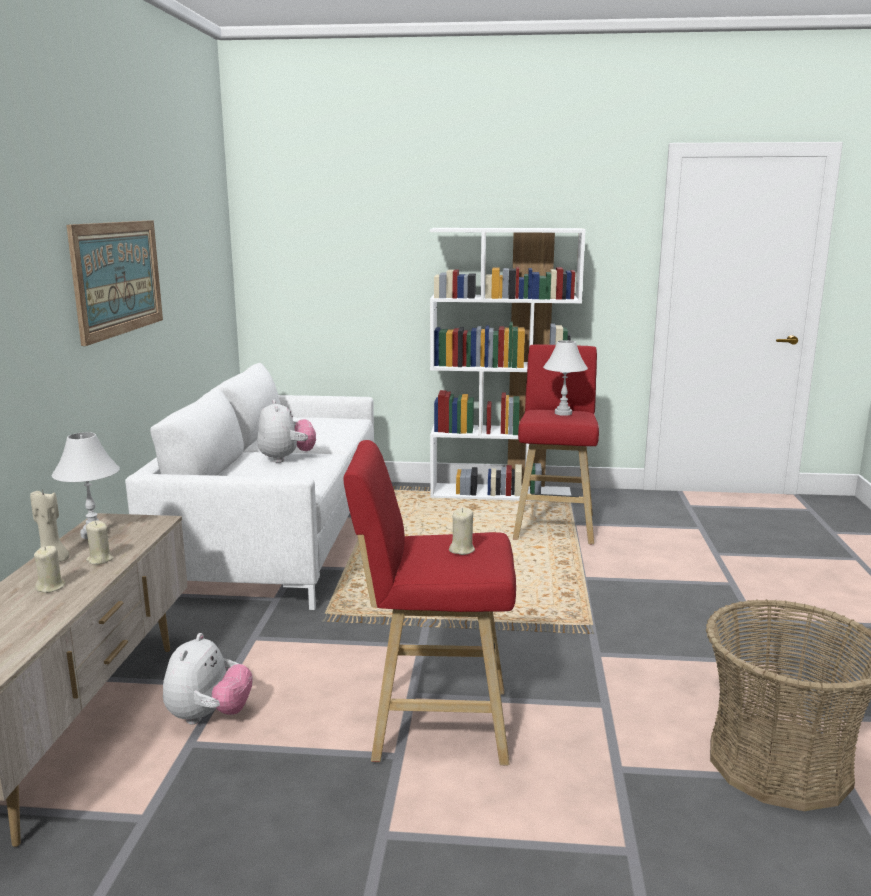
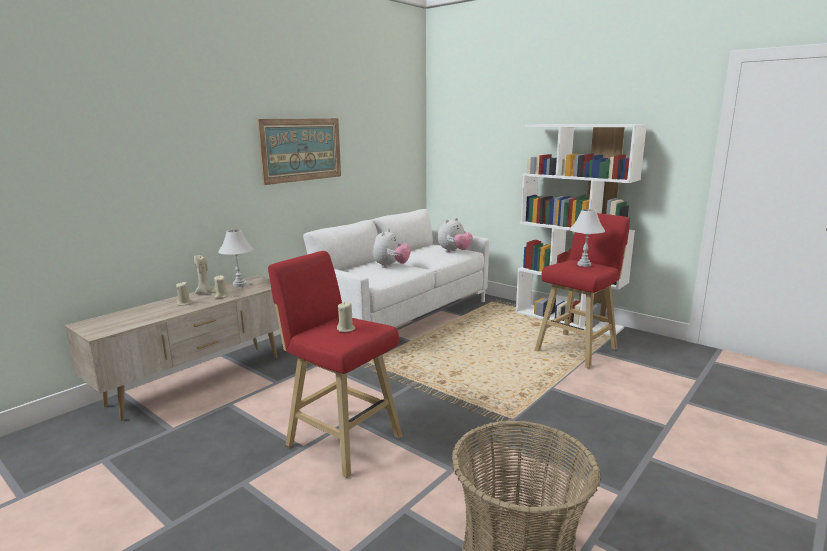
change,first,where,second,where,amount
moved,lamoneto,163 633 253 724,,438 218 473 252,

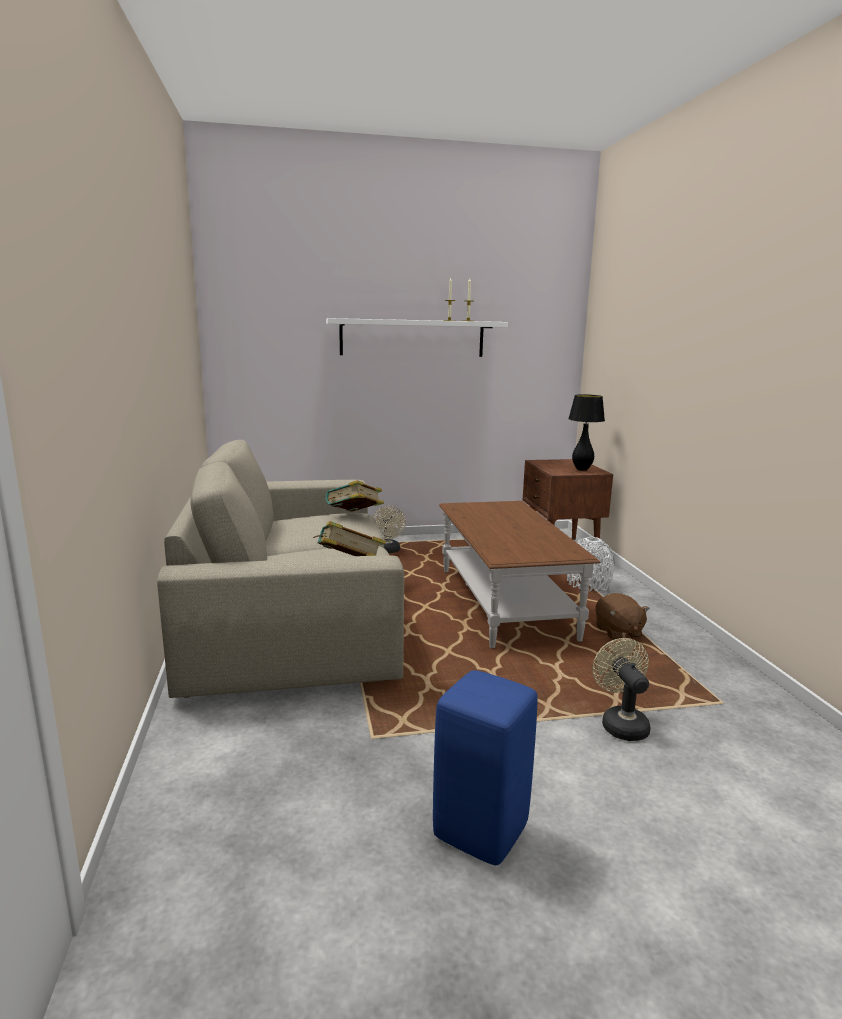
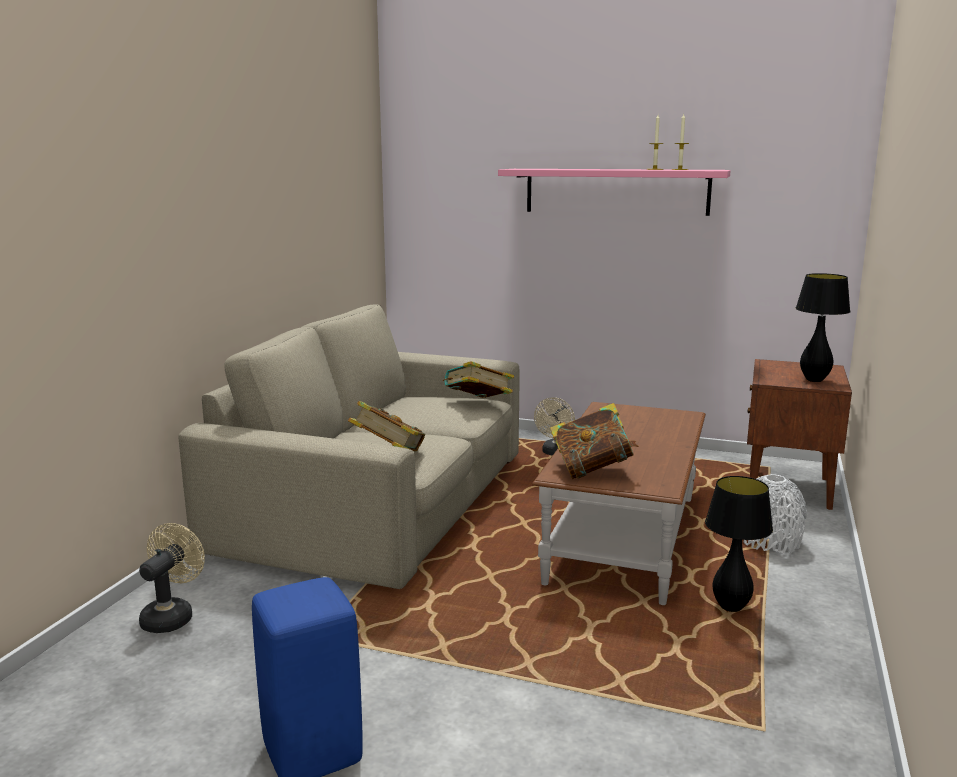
change,first,where,second,where,amount
added,,,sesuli,550 403 639 479,
moved,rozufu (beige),593 638 651 741,,139 523 205 633,
replaced,lamoneto (brown),595 593 650 640,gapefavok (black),705 476 773 612,
recoloured,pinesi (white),326 318 508 357,pinesi (pink),498 169 731 216,

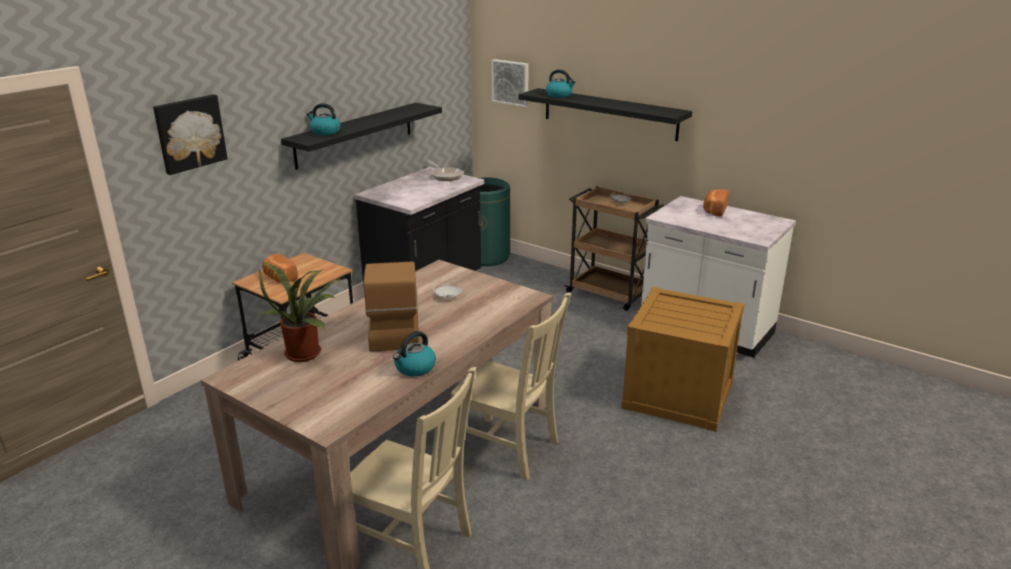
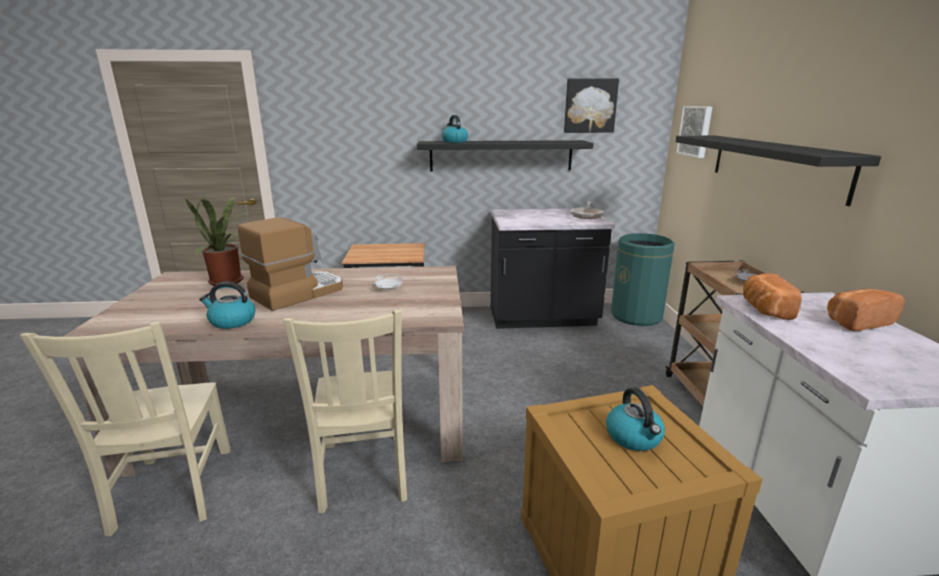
change,first,where,second,where,amount
moved,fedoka,153 94 228 175,,564 78 619 133,
moved,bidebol,262 253 298 283,,743 273 802 320,
moved,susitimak,546 69 576 98,,606 387 665 451,

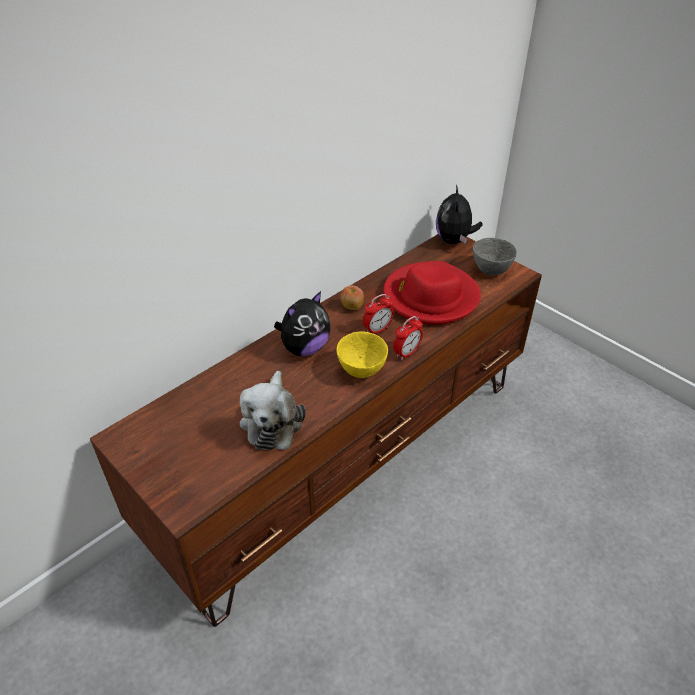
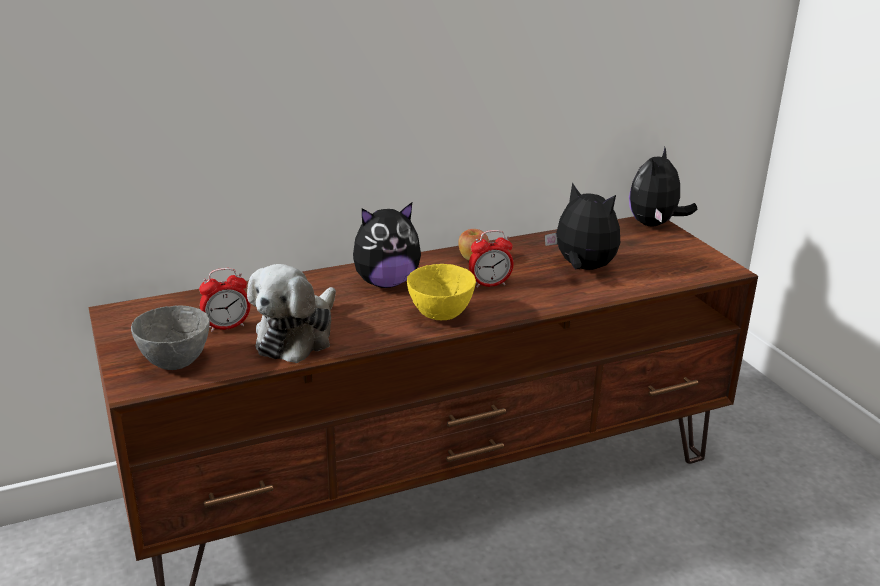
change,first,where,second,where,amount
moved,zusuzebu,393 316 423 360,,199 268 250 332,
moved,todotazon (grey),473 238 517 276,,131 305 210 370,
replaced,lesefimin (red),383 261 481 325,lamoneto,545 183 620 270,

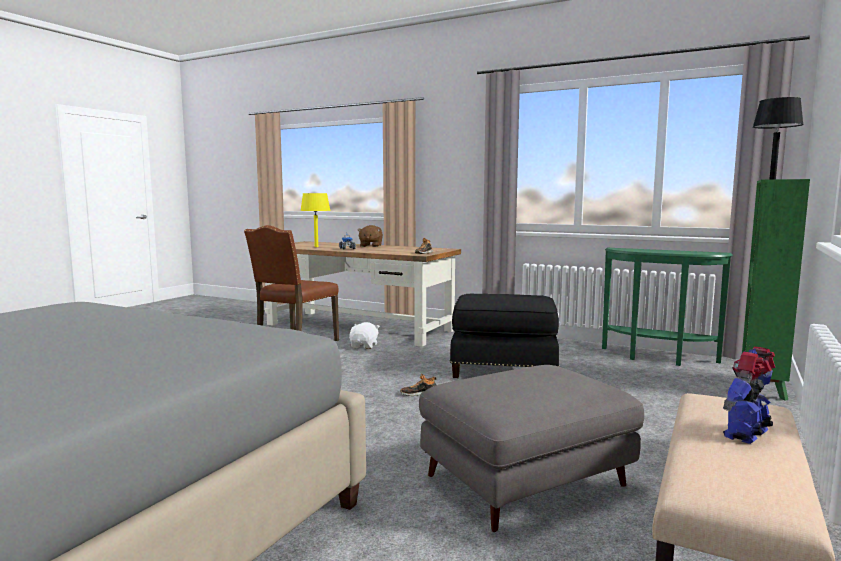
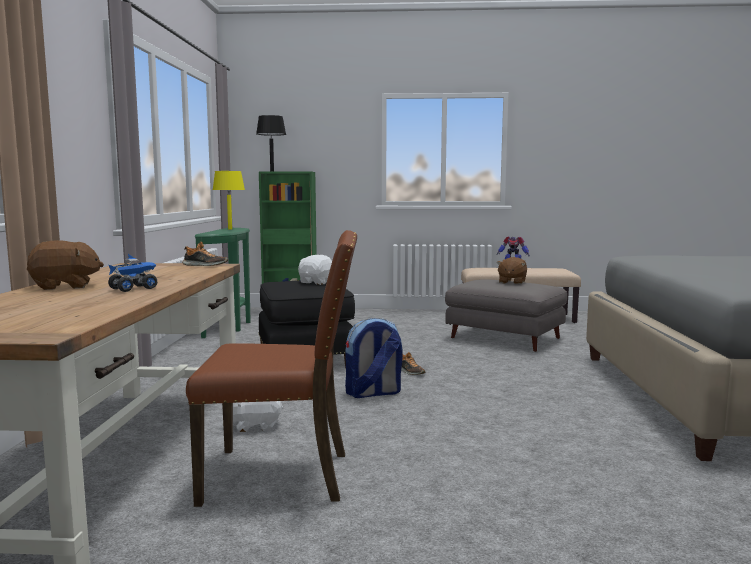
change,first,where,second,where,amount
added,,,lamoneto (white),298 255 333 285,
added,,,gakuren,345 318 403 398,
added,,,lamoneto (brown),496 257 527 284,
moved,gapefavok (yellow),300 193 331 247,,213 171 245 229,

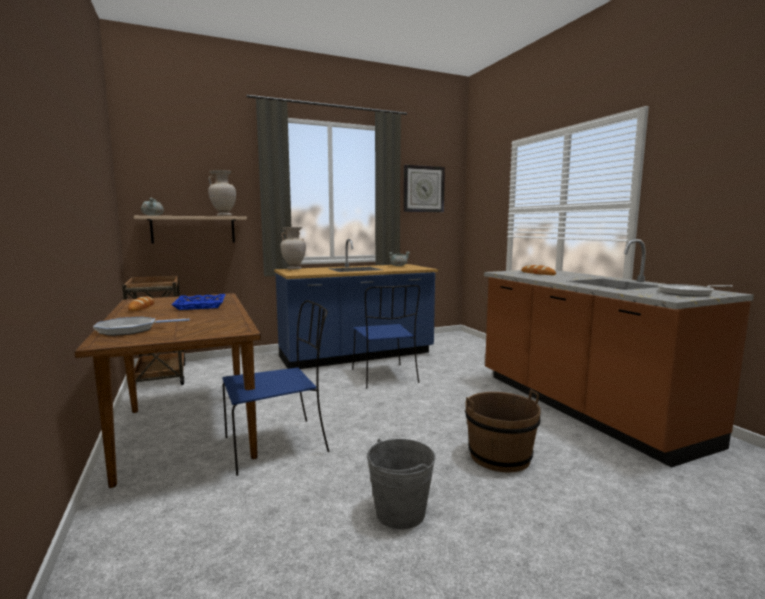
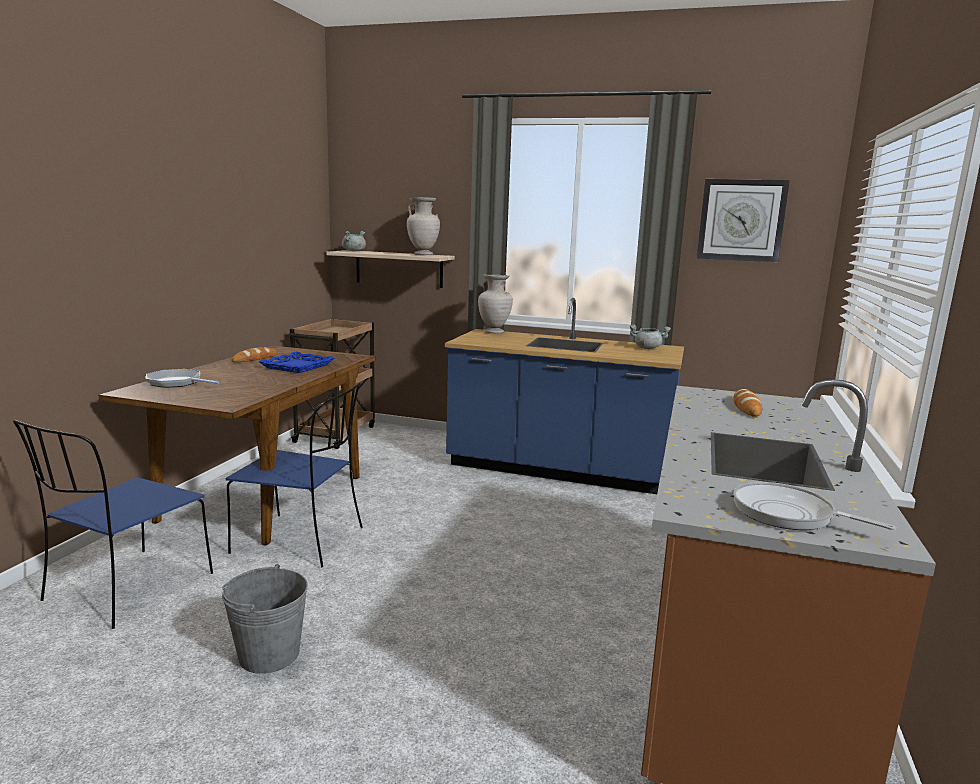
change,first,where,second,where,amount
removed,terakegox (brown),465 389 541 473,,,
moved,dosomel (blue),352 285 420 388,,13 420 213 629,

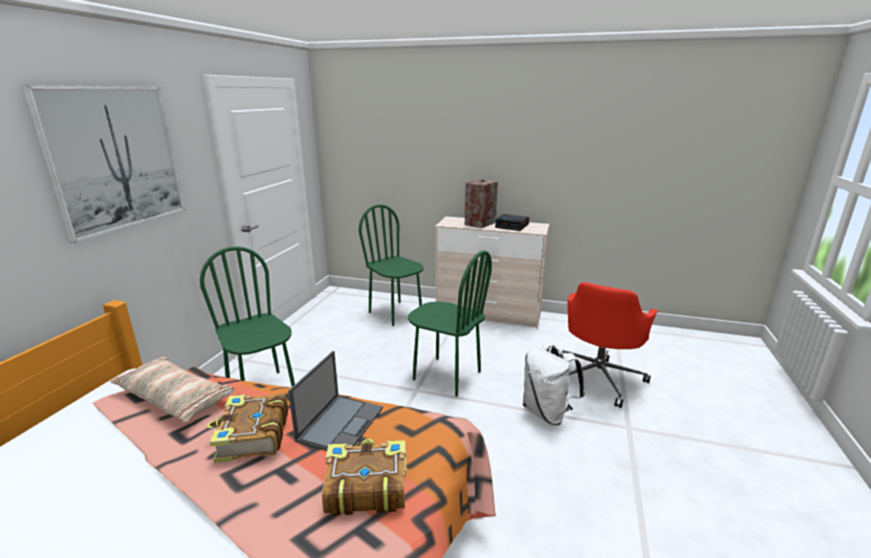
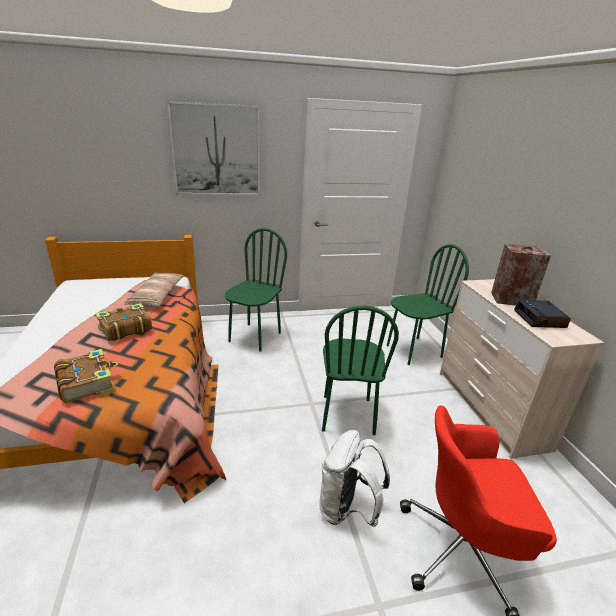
change,first,where,second,where,amount
removed,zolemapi,288 351 383 451,,,
turned,dosomel (green),359 204 424 326,,387 244 469 365,45 degrees clockwise

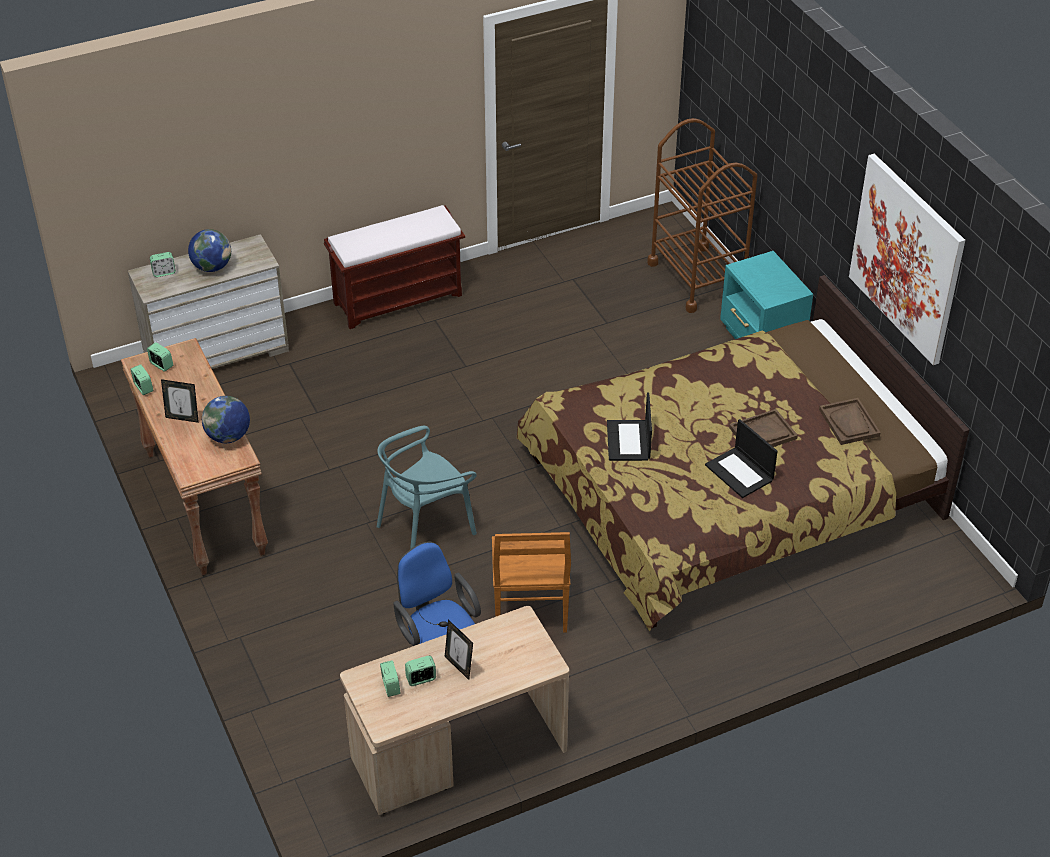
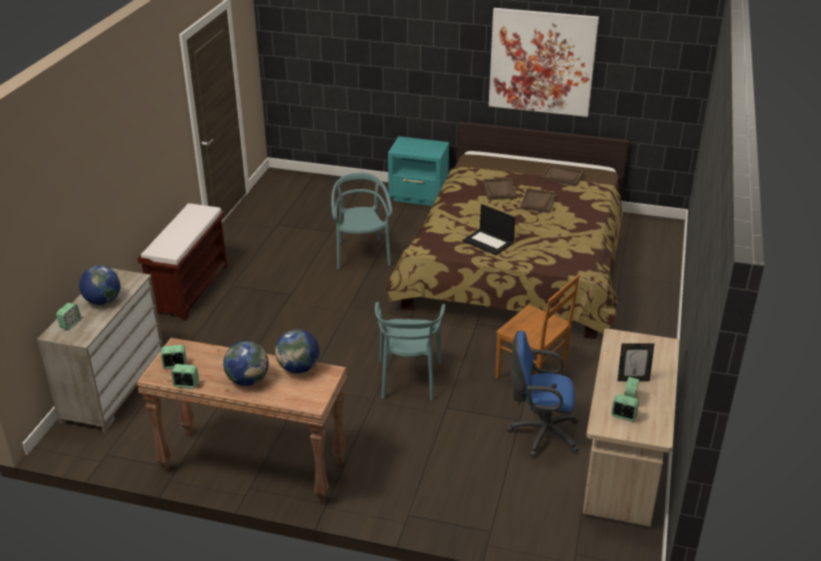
change,first,where,second,where,amount
removed,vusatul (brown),647 118 757 313,,,
removed,zolemapi,705 419 778 498,,,
added,,,dosomel (turquoise),331 173 392 270,
added,,,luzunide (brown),483 178 517 200,
replaced,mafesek,161 379 199 423,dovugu,223 341 269 386,

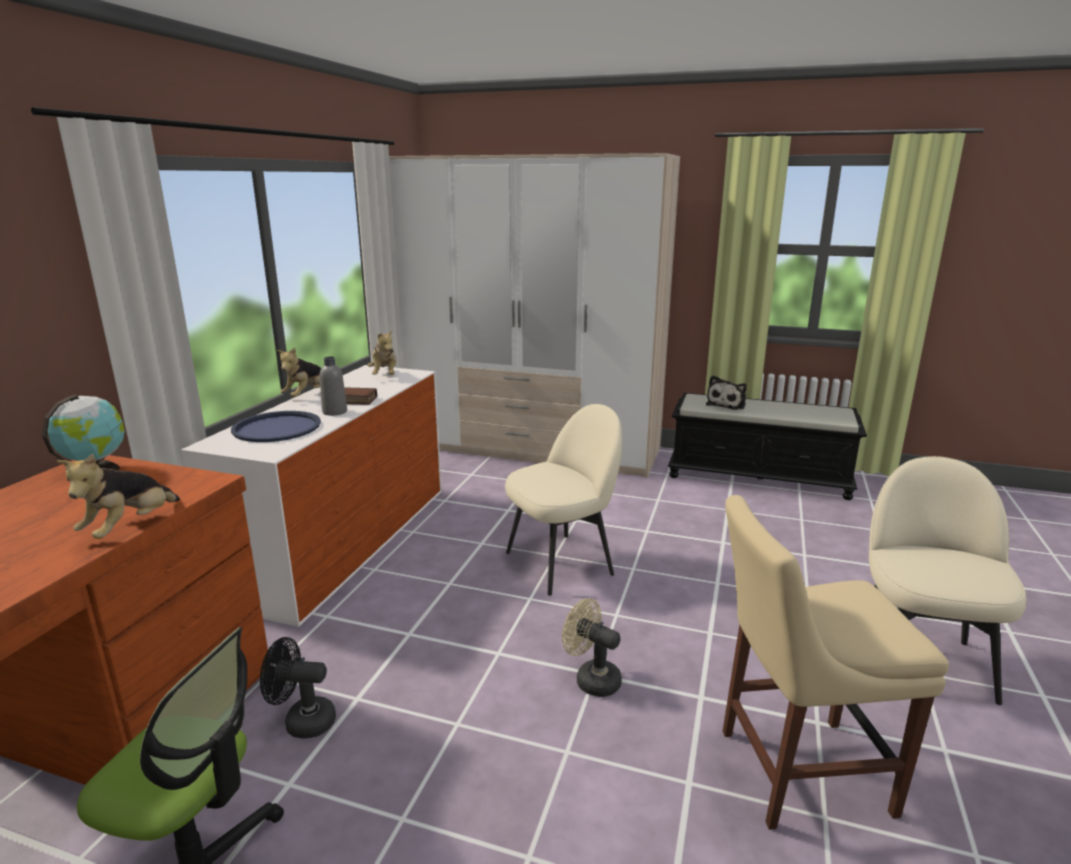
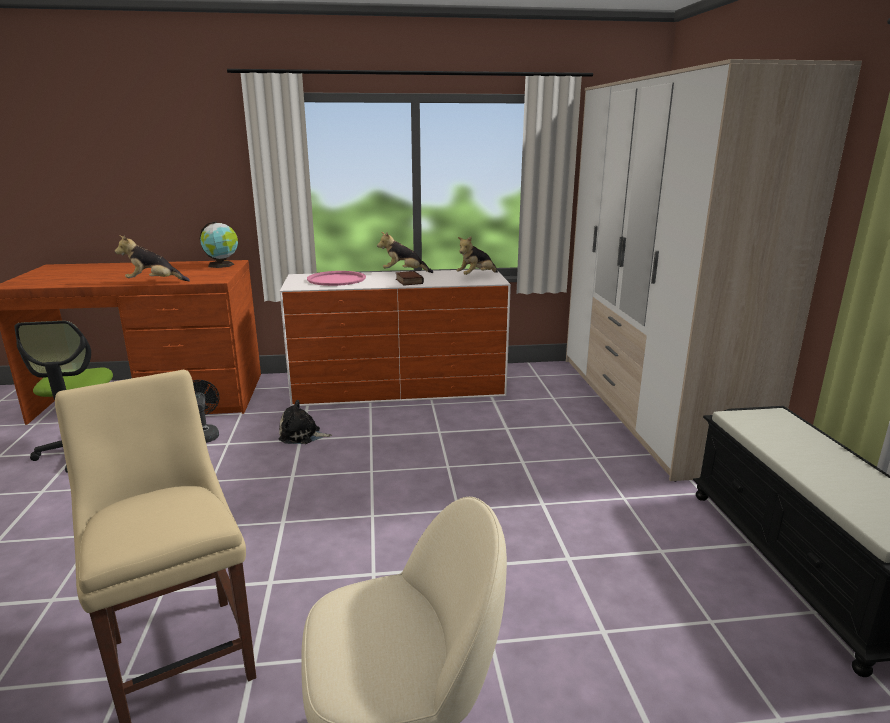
change,first,where,second,where,amount
removed,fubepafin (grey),320 357 347 416,,,
removed,dosomel (beige),505 404 622 596,,,
removed,rozufu (beige),562 598 622 697,,,
moved,lamoneto,706 375 747 410,,278 400 332 444,
recoloured,luzunide (blue),231 411 321 442,luzunide (pink),307 271 366 286,

